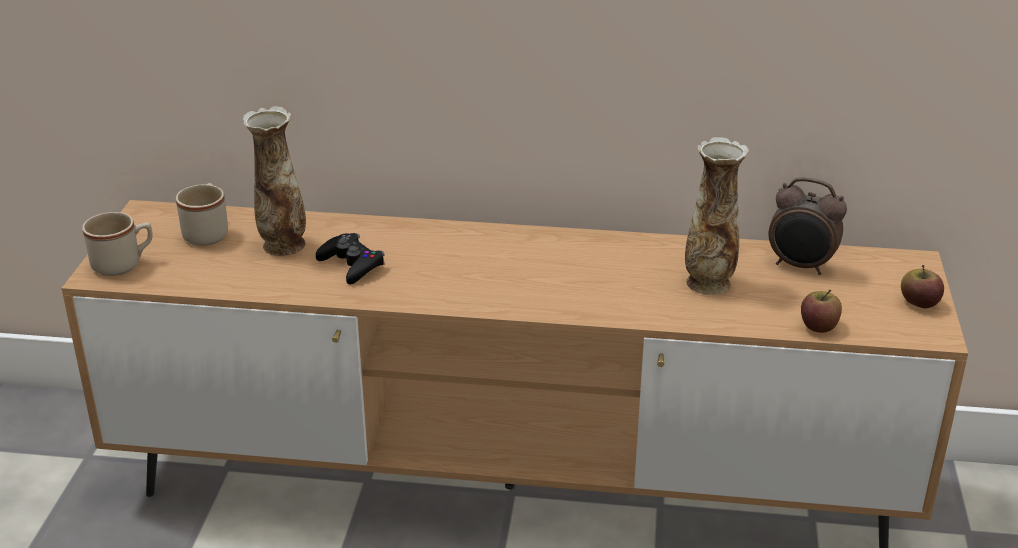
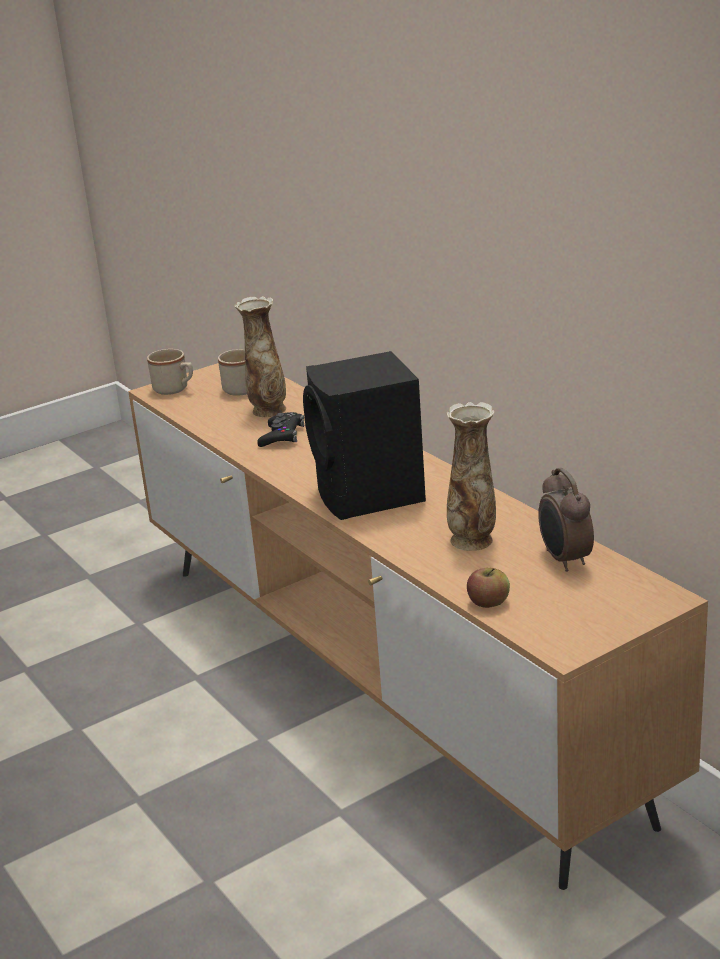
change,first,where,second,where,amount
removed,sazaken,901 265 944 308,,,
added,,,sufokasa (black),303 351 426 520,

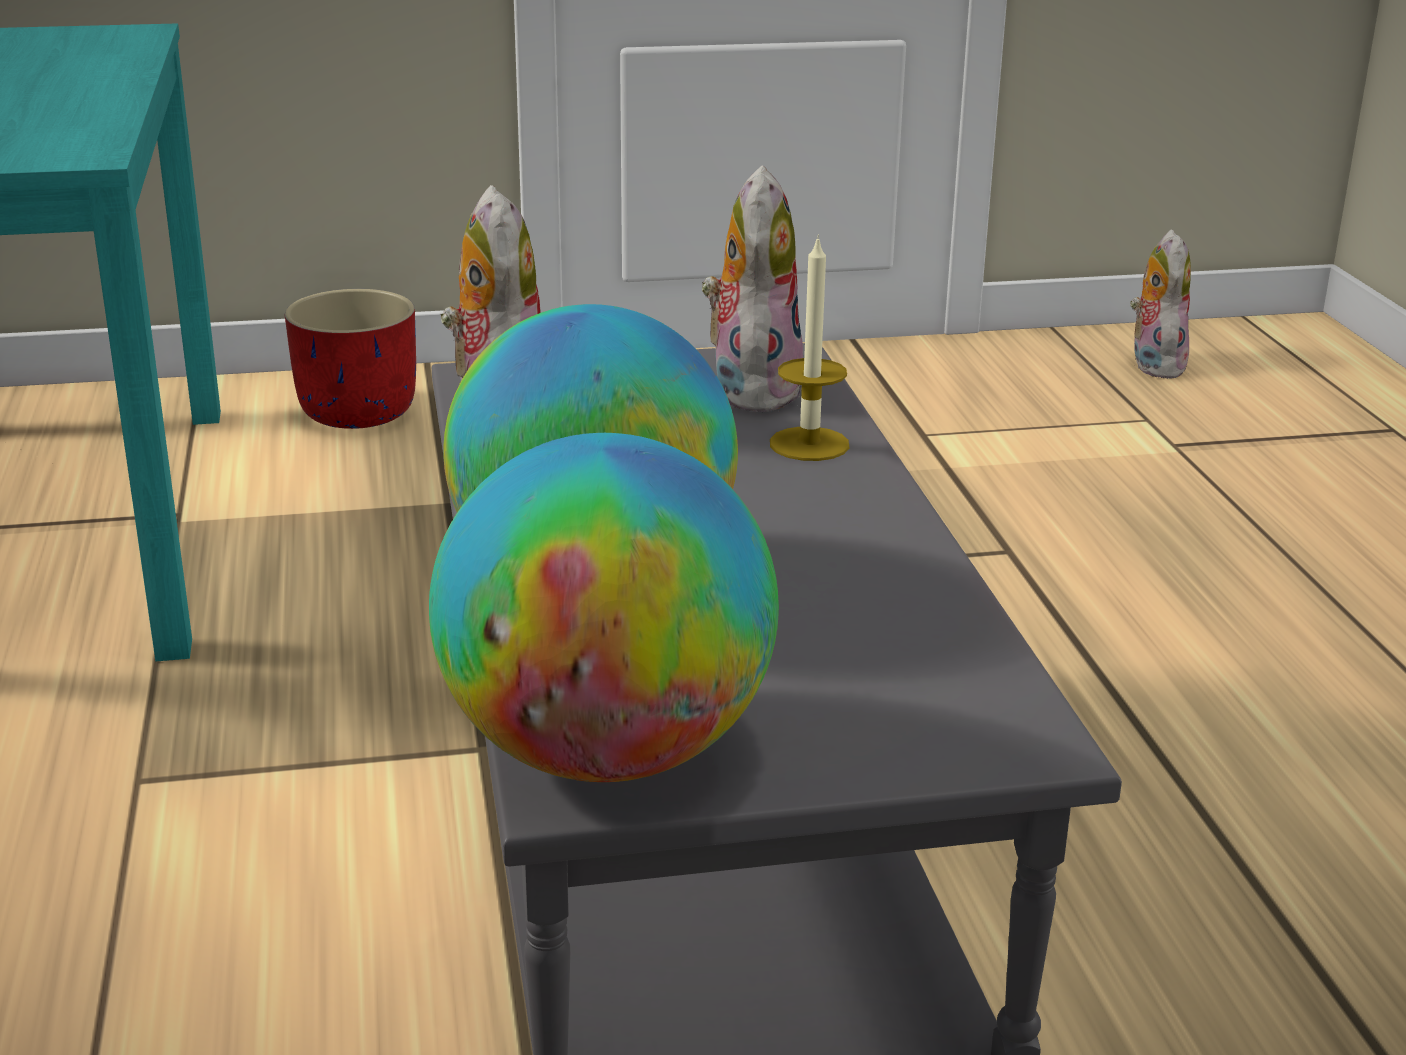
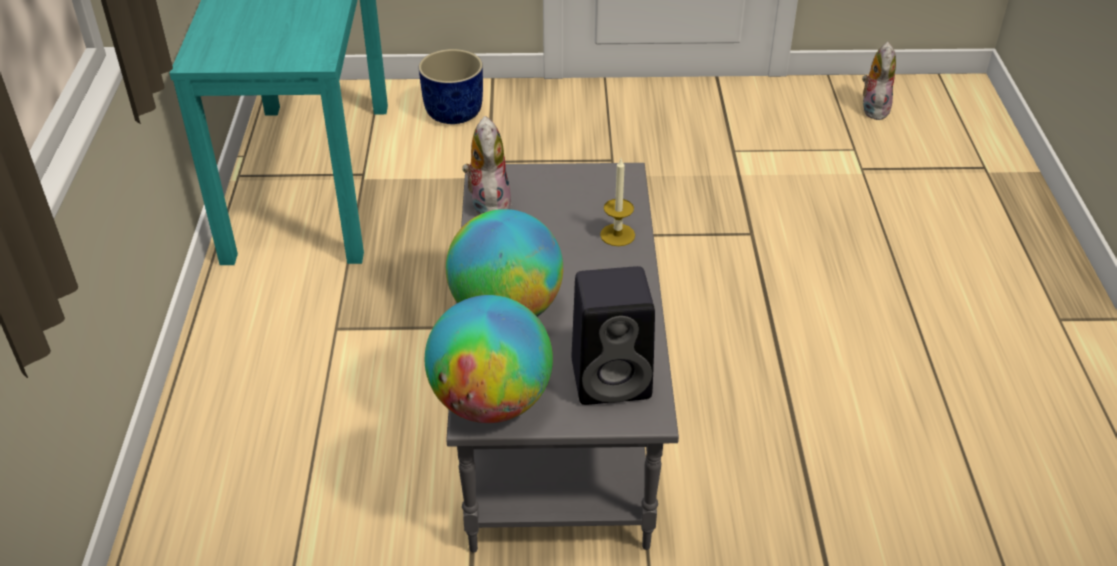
change,first,where,second,where,amount
removed,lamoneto,701 166 803 412,,,
added,,,sufokasa (black),571 266 655 405,
recoloured,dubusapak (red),285 289 416 429,dubusapak (blue),419 49 483 124,

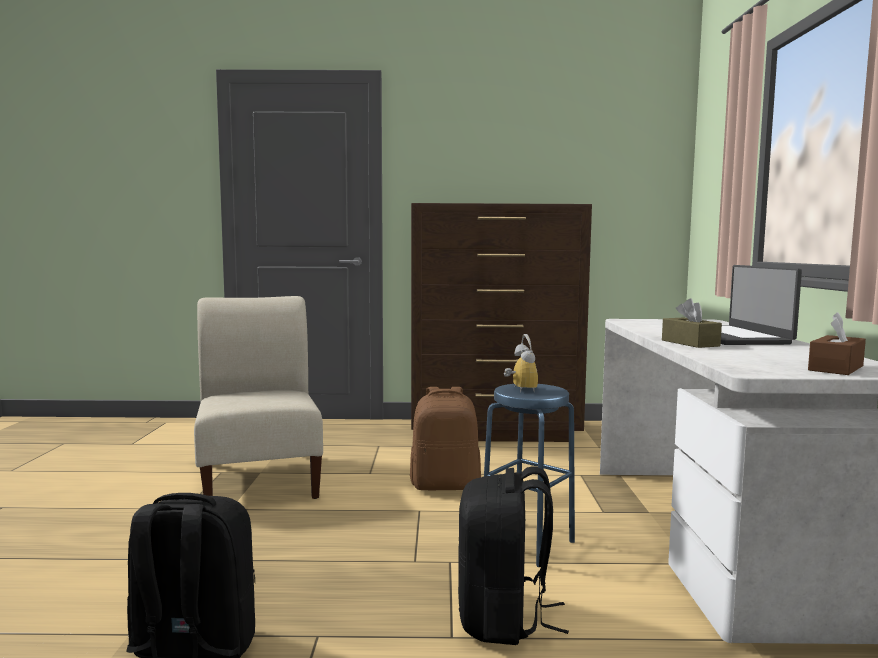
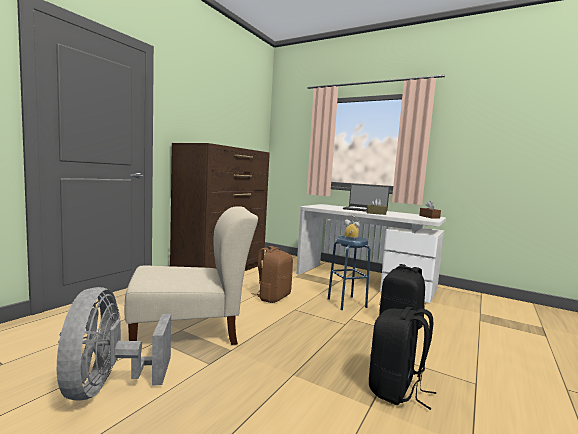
change,first,where,second,where,amount
added,,,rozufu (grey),57 287 171 401,
turned,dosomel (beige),194 296 323 499,,125 206 258 345,150 degrees clockwise

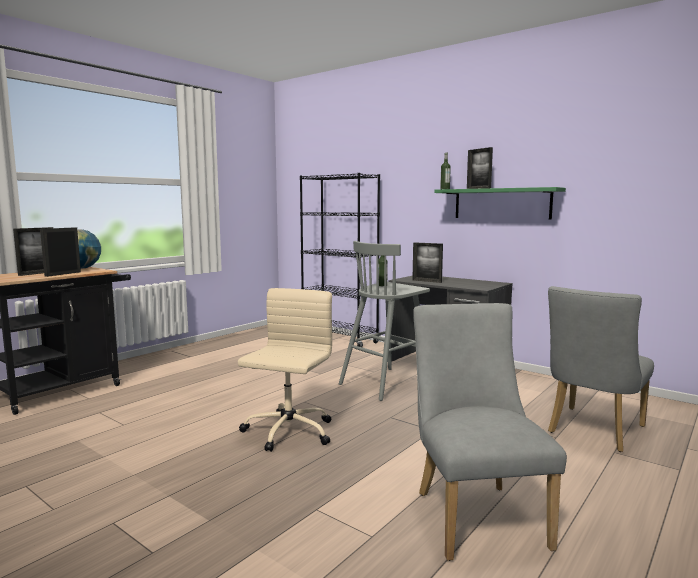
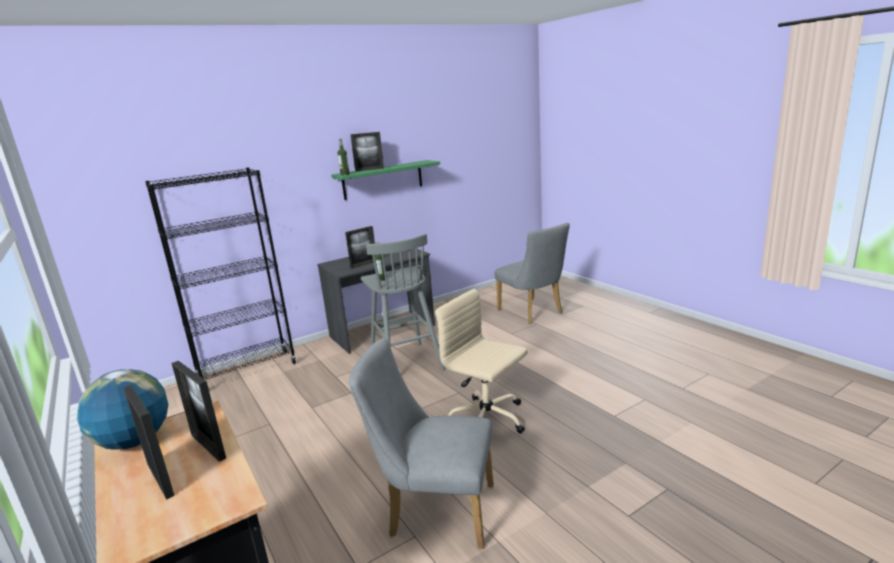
change,first,where,second,where,amount
moved,dosomel (grey),413 303 567 561,,349 338 494 549,

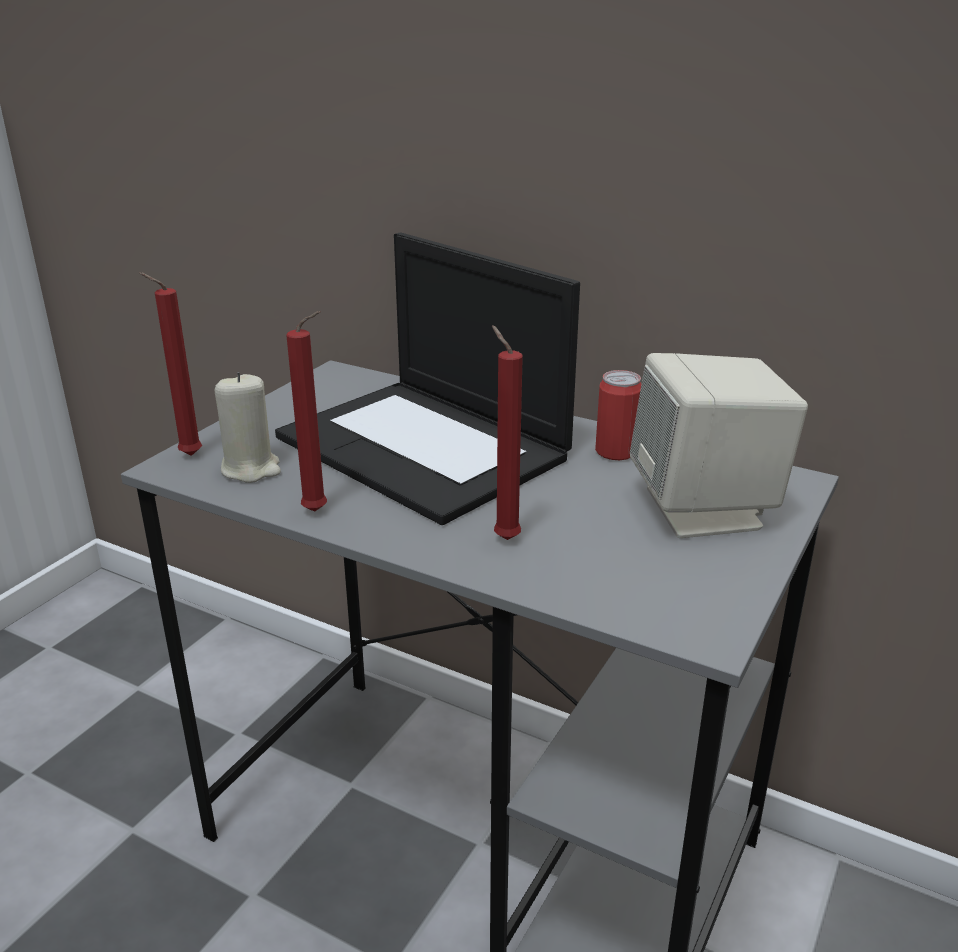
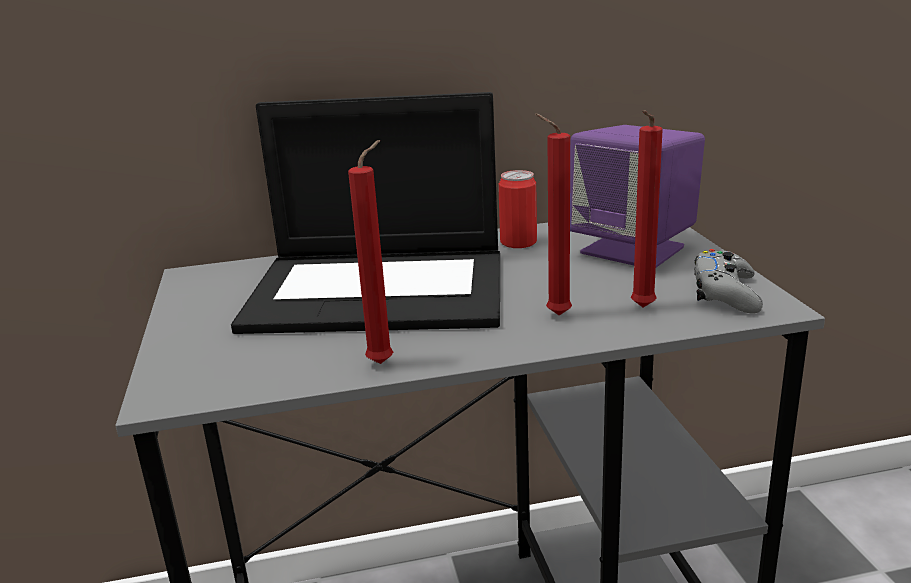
change,first,where,second,where,amount
removed,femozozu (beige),215 372 281 483,,,
added,,,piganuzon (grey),694 249 763 314,
moved,femozozu (red),139 272 202 456,,631 110 663 308,
recoloured,sufokasa (beige),630 353 808 538,sufokasa (purple),570 125 705 267,

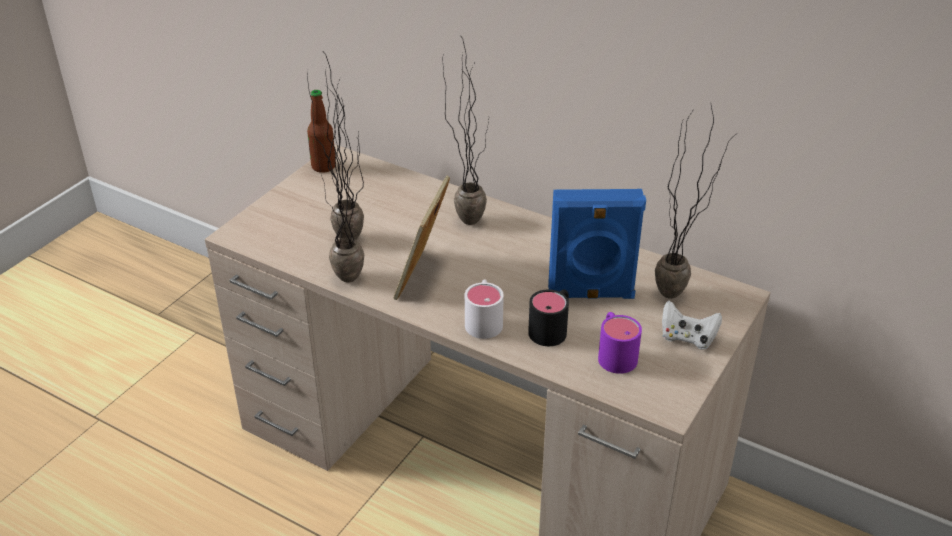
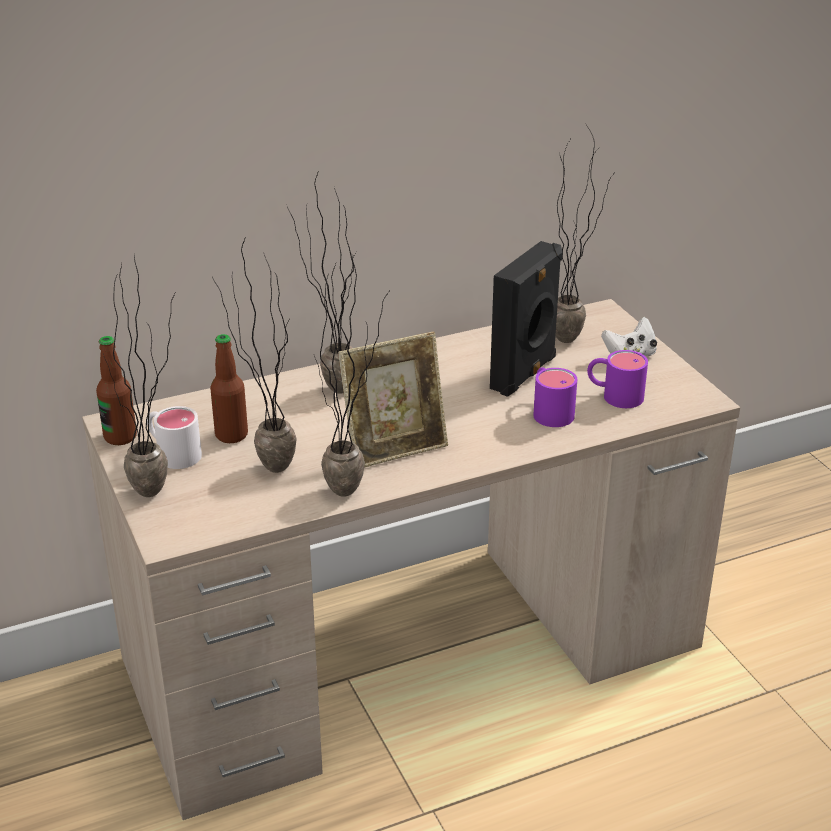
change,first,where,second,where,amount
added,,,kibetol,103 256 175 497,
added,,,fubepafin,210 334 248 443,
moved,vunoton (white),465 279 504 339,,147 406 202 469,
recoloured,vunoton (black),528 289 569 346,vunoton (purple),533 367 577 427,
recoloured,sufokasa (blue),548 189 646 299,sufokasa (black),490 241 563 397,
turned,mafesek,393 176 450 300,,338 332 448 468,75 degrees counterclockwise

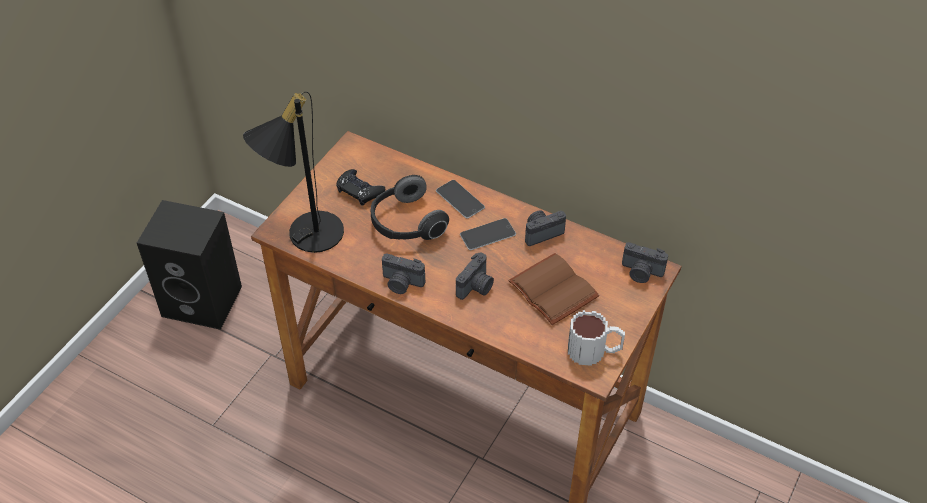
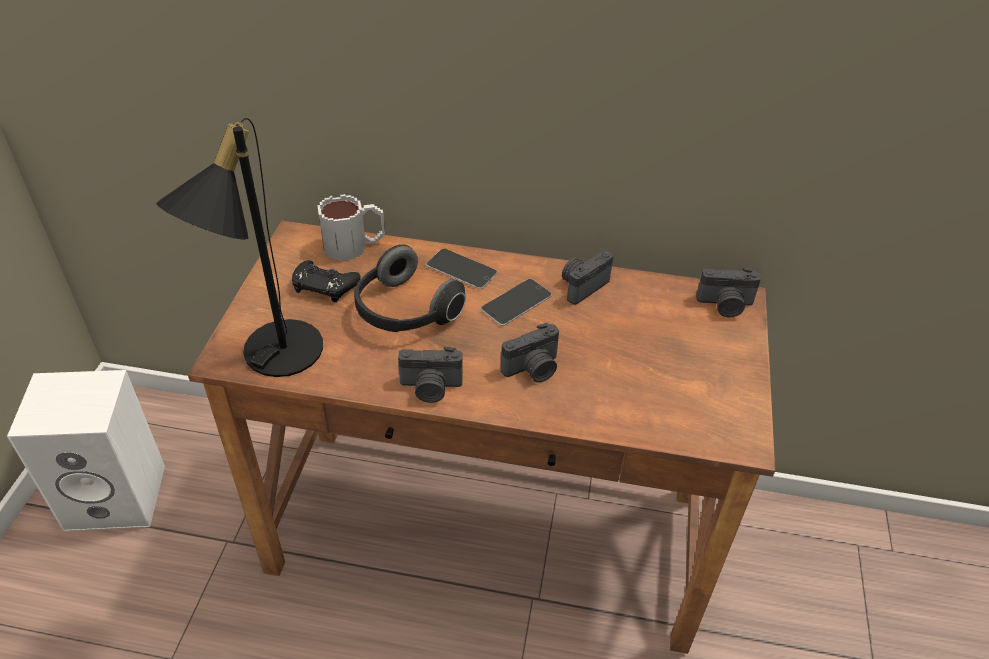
change,first,where,second,where,amount
removed,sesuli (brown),508 253 599 325,,,
moved,vunoton,568 310 625 366,,317 194 385 261,
recoloured,sufokasa (black),137 200 242 330,sufokasa (white),7 370 165 531,
turned,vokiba,456 252 494 300,,501 323 559 382,45 degrees clockwise

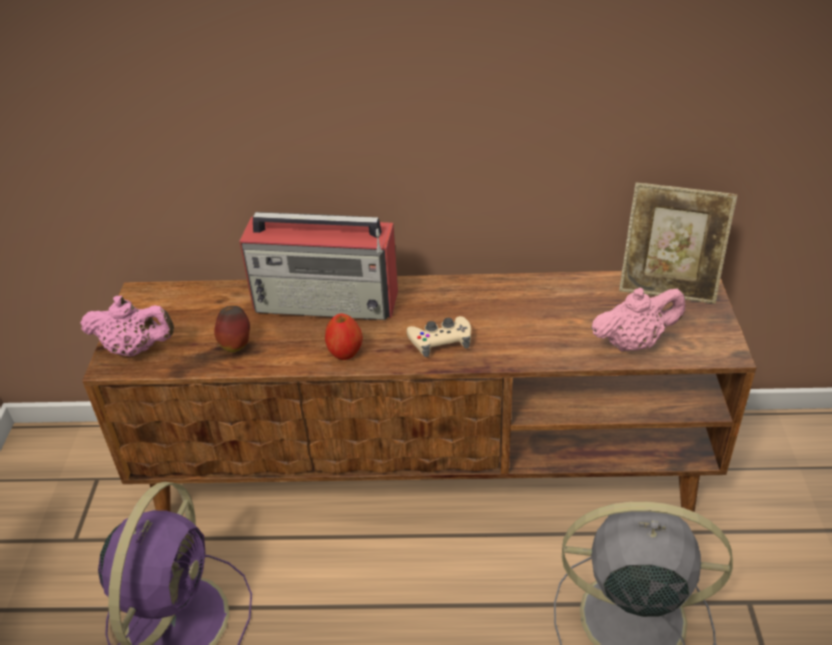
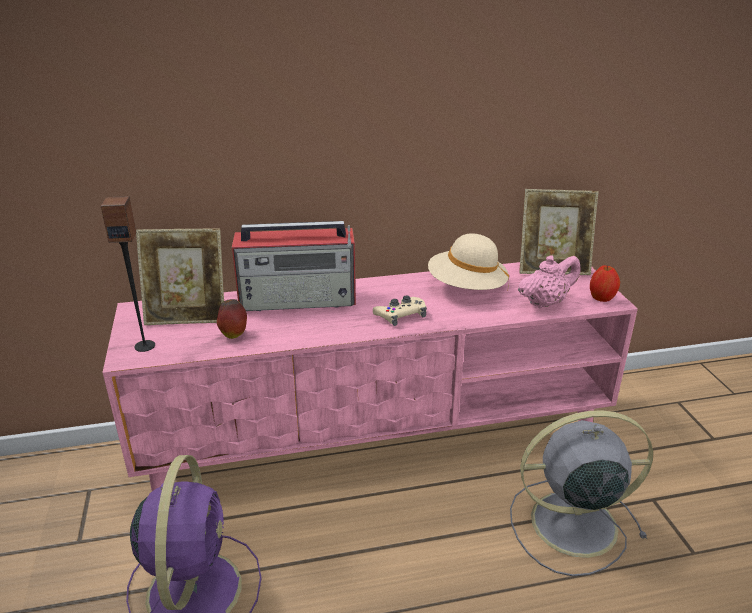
change,first,where,second,where,amount
added,,,mafesek,136 229 224 325,
added,,,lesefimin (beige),428 233 509 292,
moved,sazaken,325 314 363 360,,590 266 620 302,
replaced,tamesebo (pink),80 295 174 356,sufokasa,101 196 155 352,
recoloured,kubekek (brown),82 271 757 512,kubekek (pink),102 262 638 491,

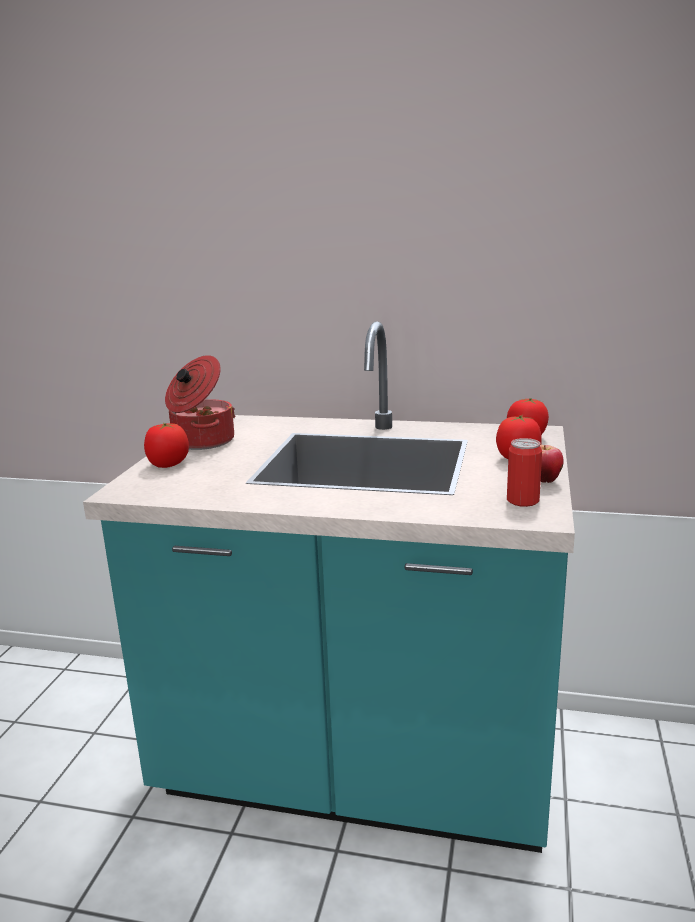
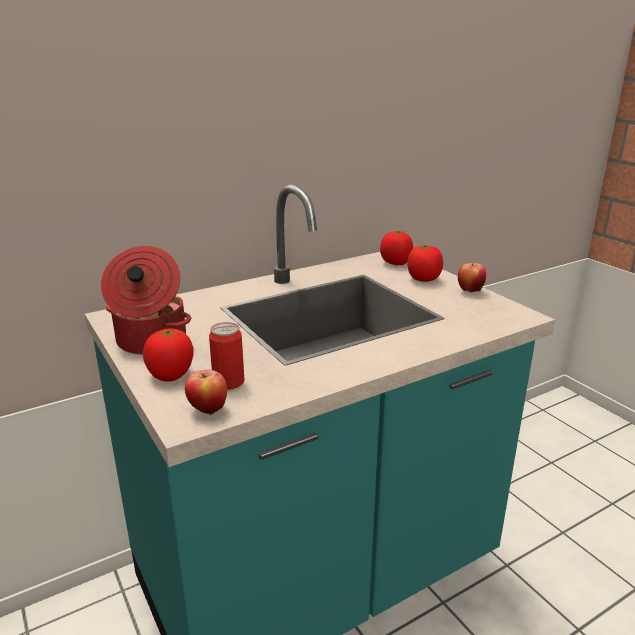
change,first,where,second,where,amount
added,,,sazaken,185 370 227 415,
moved,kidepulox,507 438 542 507,,209 322 245 390,

